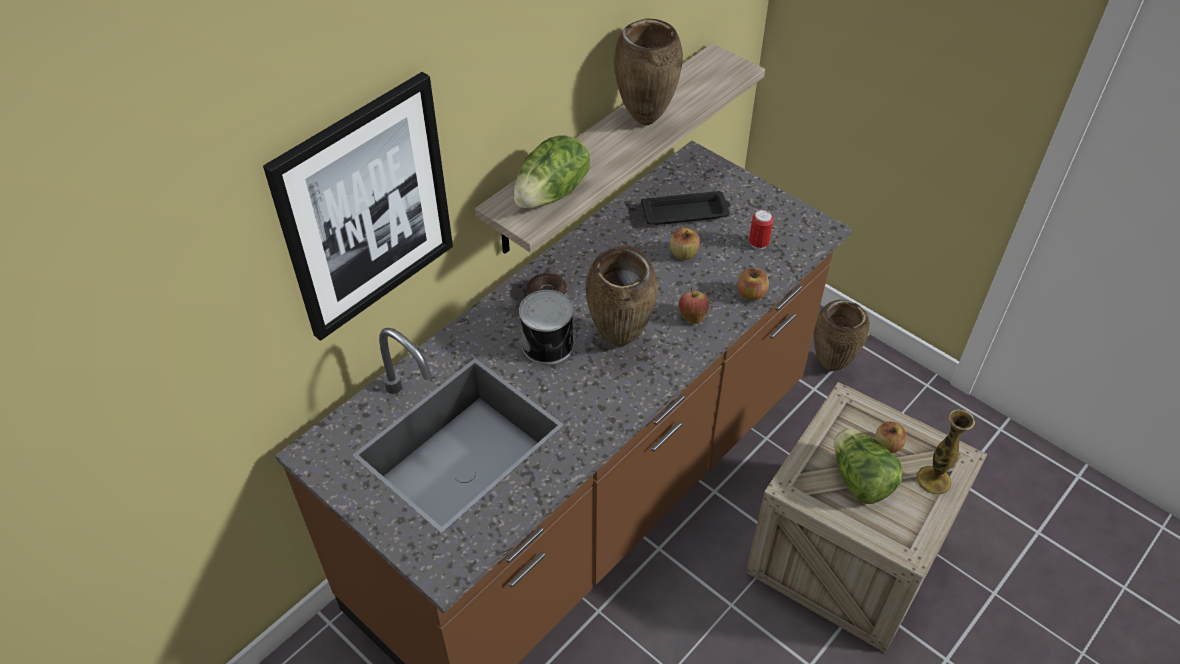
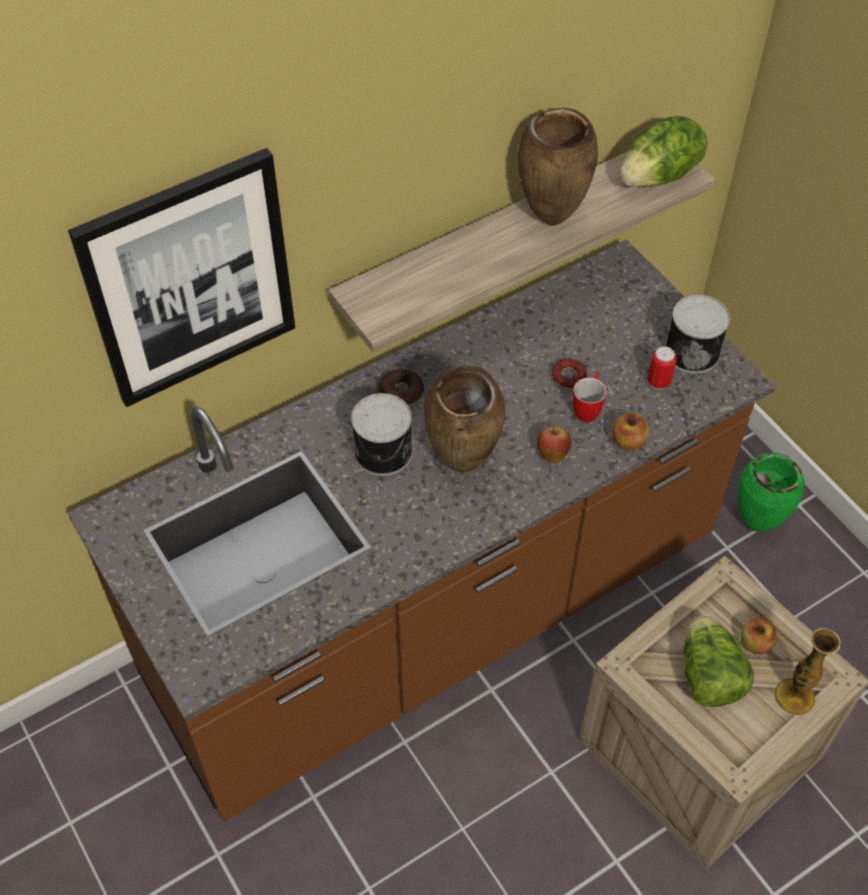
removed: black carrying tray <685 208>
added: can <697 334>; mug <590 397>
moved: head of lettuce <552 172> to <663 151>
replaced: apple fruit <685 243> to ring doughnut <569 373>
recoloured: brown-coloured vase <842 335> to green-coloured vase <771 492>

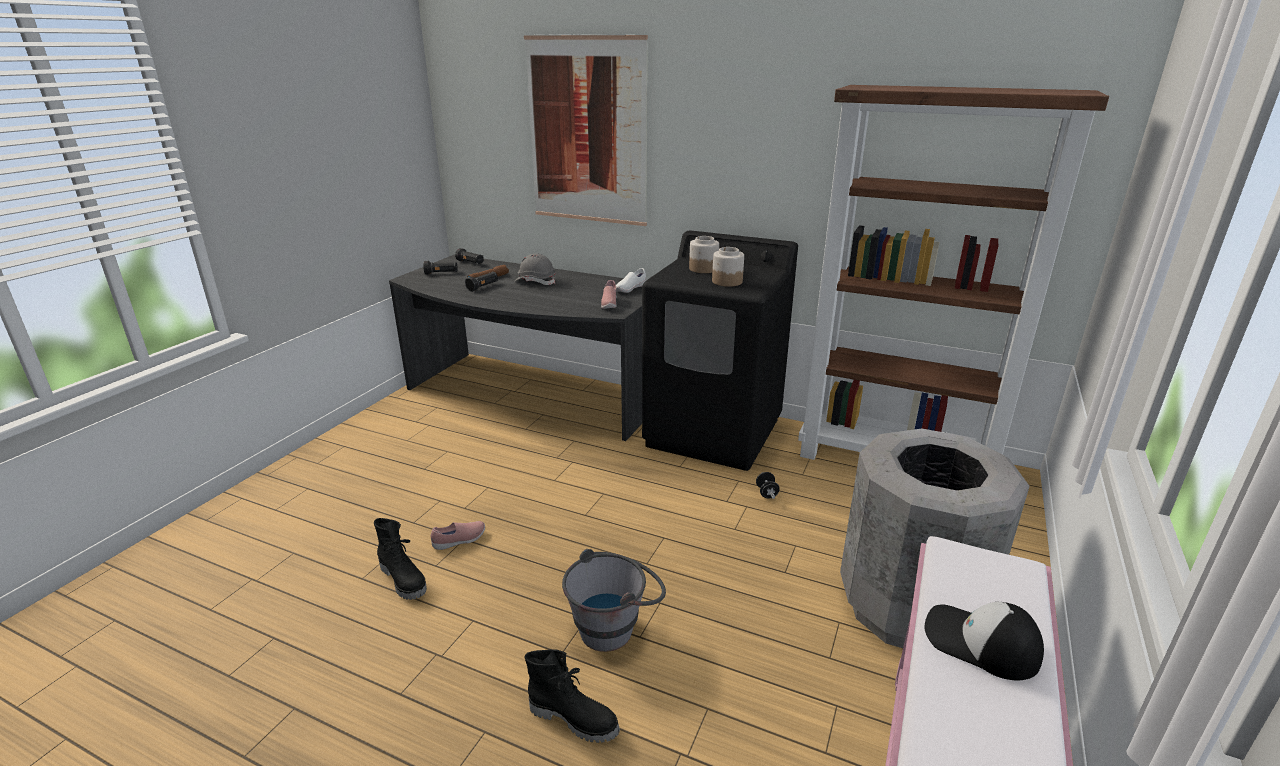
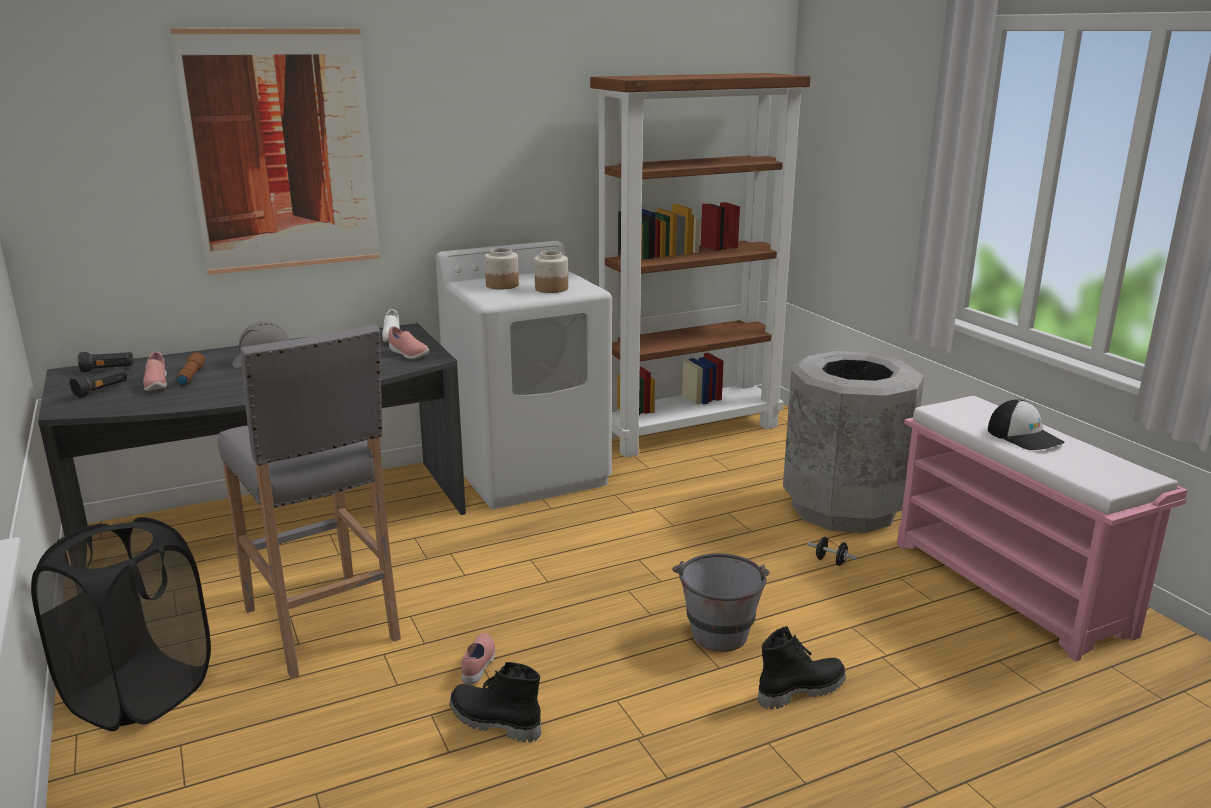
removed: black torch <481 282>
added: gray sitting stool <309 501>; pink-coloured low shoe <155 371>; black washing basket <121 624>
moved: black hand weight <768 485> to <832 551>
recoloured: black washing machine <720 350> to white-coloured washing machine <524 375>
turned: black boot <400 559> = <495 702> 150 degrees counterclockwise; baseball cap <984 641> = <1026 425> 105 degrees counterclockwise

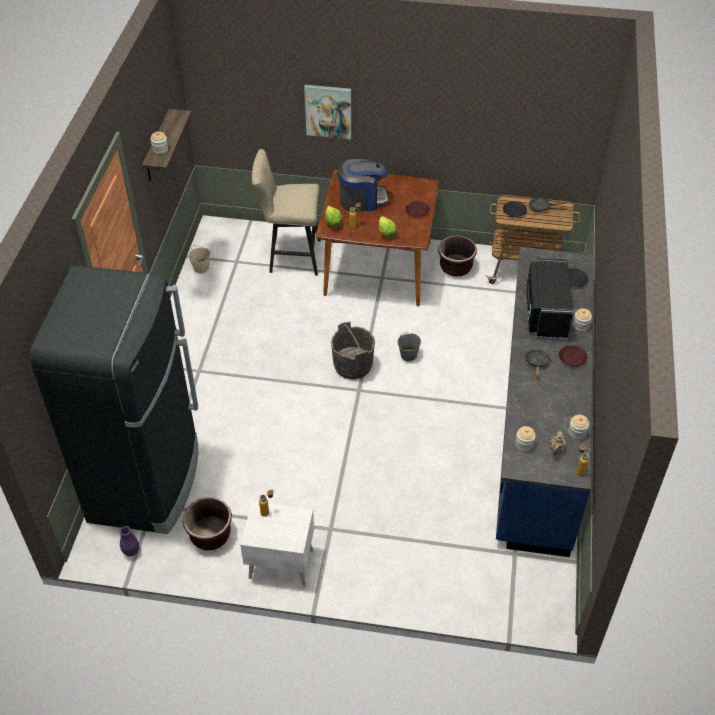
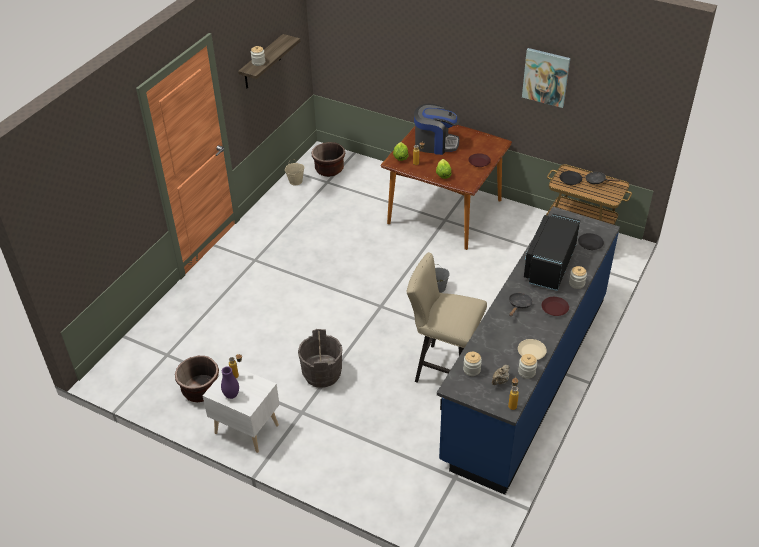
removed: black refrigerator <114 399>
added: beige-coloured plate <532 349>
moved: wall picture <328 112> to <546 78>; beige-coloured sitting stool <286 212> to <447 317>; brown-coloured plant pot <457 256> to <328 159>; gray pail <353 351> to <320 358>; purple vase <129 541> to <230 382>

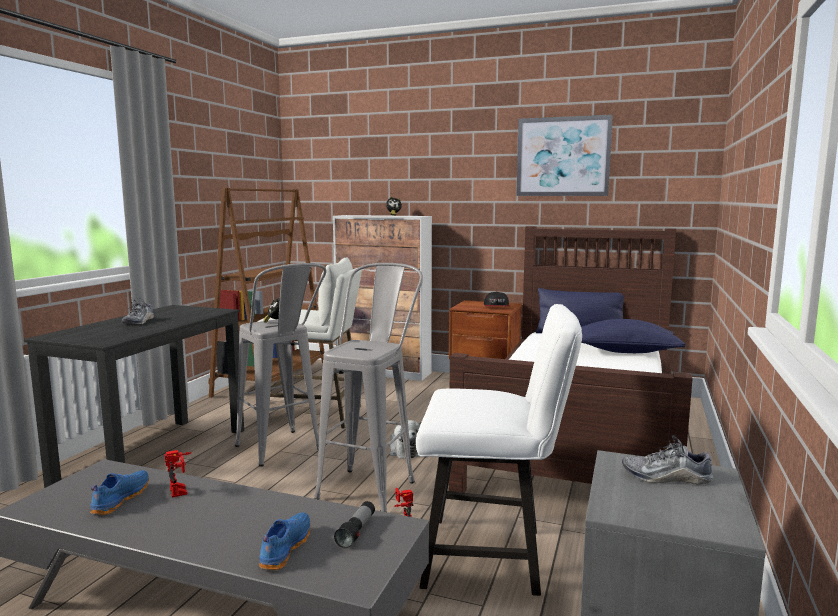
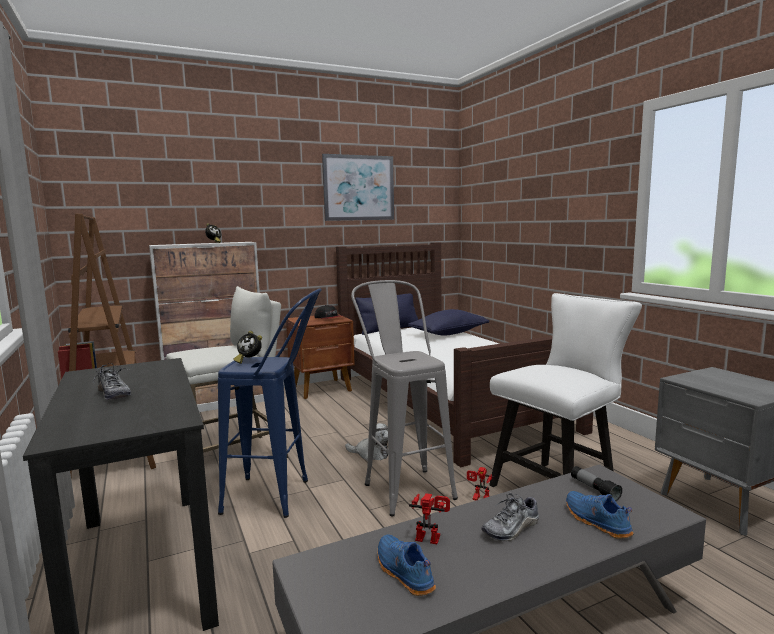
moved: low shoe <668 459> to <510 517>
recoloured: gray sitting stool <281 365> to blue-coloured sitting stool <270 403>

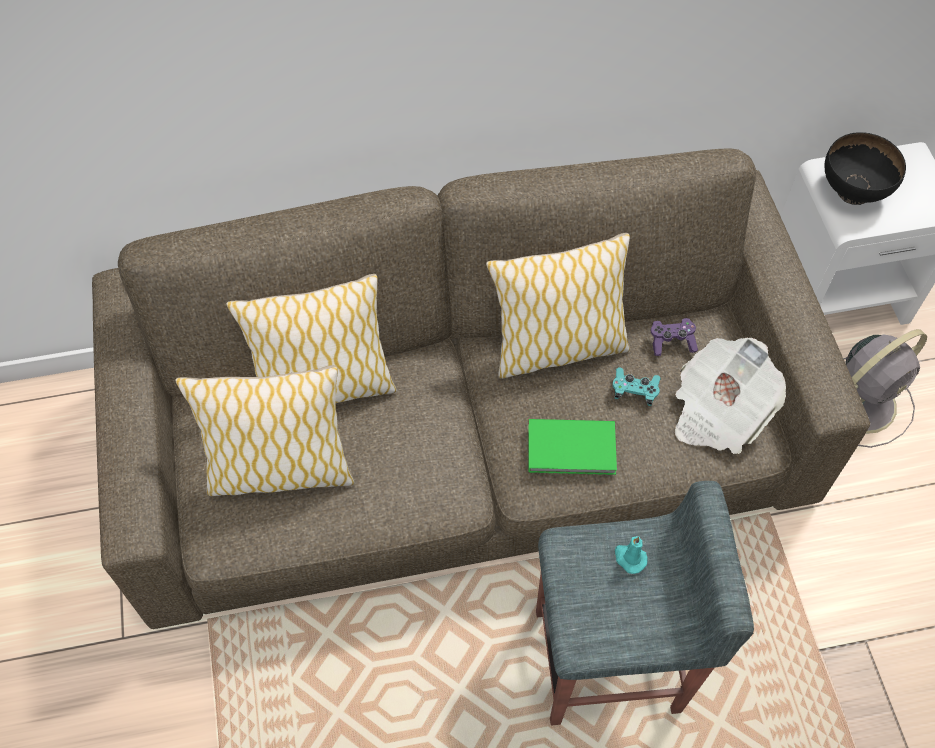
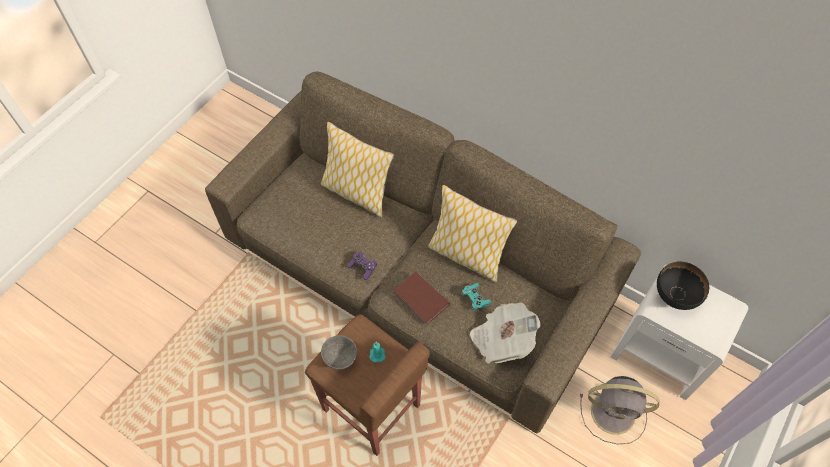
removed: throw pillow <265 430>
added: gray serving bowl <339 352>
moved: purple joypad <674 337> to <362 265>
recoloured: green-coloured book <572 447> to brown-coloured book <421 298>; gray sitting stool <645 603> to brown-coloured sitting stool <367 385>

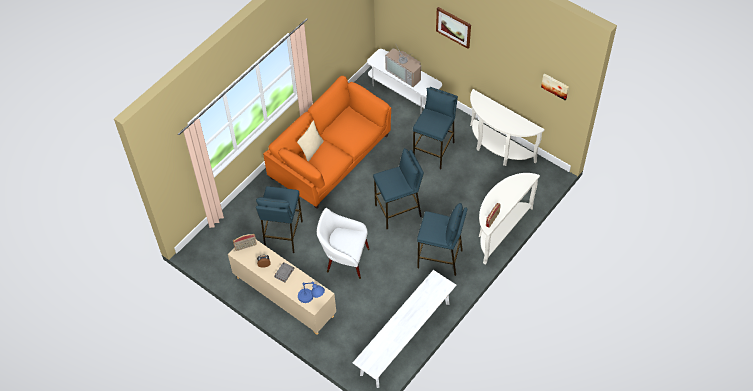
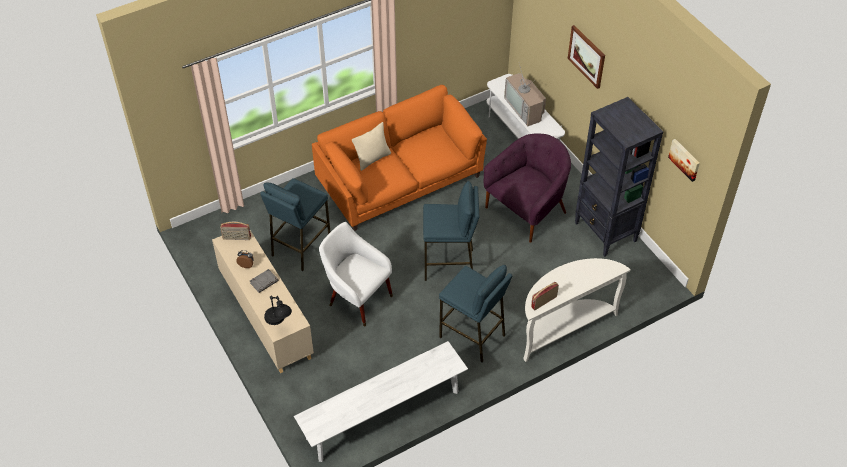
replaced: blue-coloured sitting stool <435 128> to purple lounge chair <527 188>; white-coloured hall table <507 127> to black shelving unit <619 177>
recoloured: blue-coloured table lamp <311 292> to black table lamp <278 310>

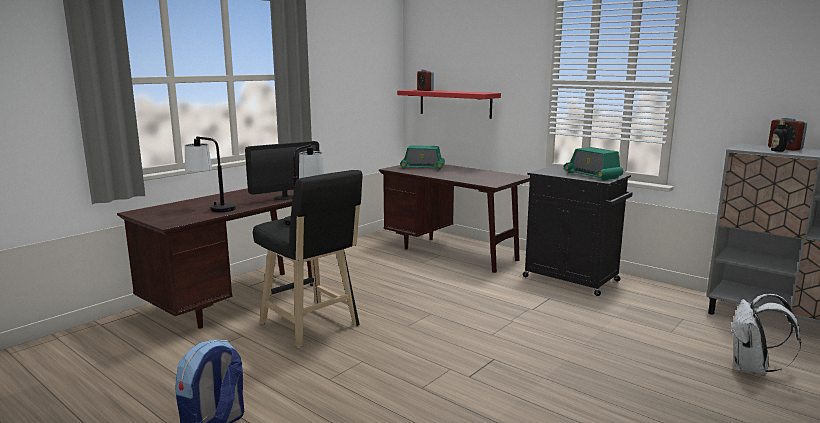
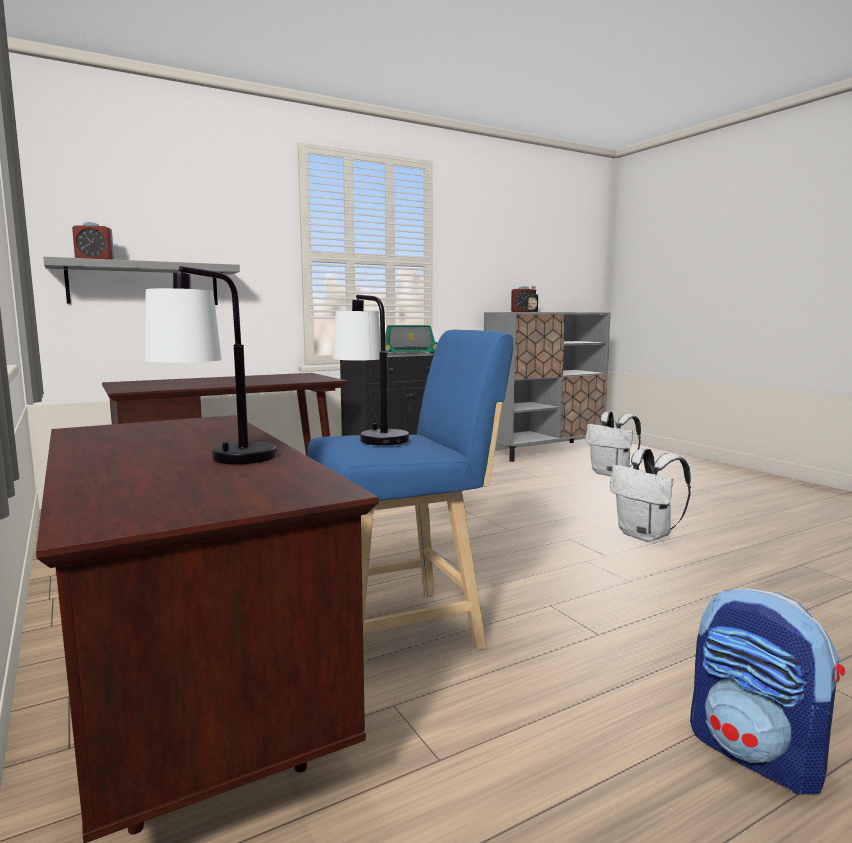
removed: computer display <282 170>; radio receiver <422 157>
added: white-coloured backpack <650 495>
recoloured: red-coloured bracket shelf <449 104> to gray bracket shelf <141 281>; black sitting stool <307 259> to blue-coloured sitting stool <410 490>

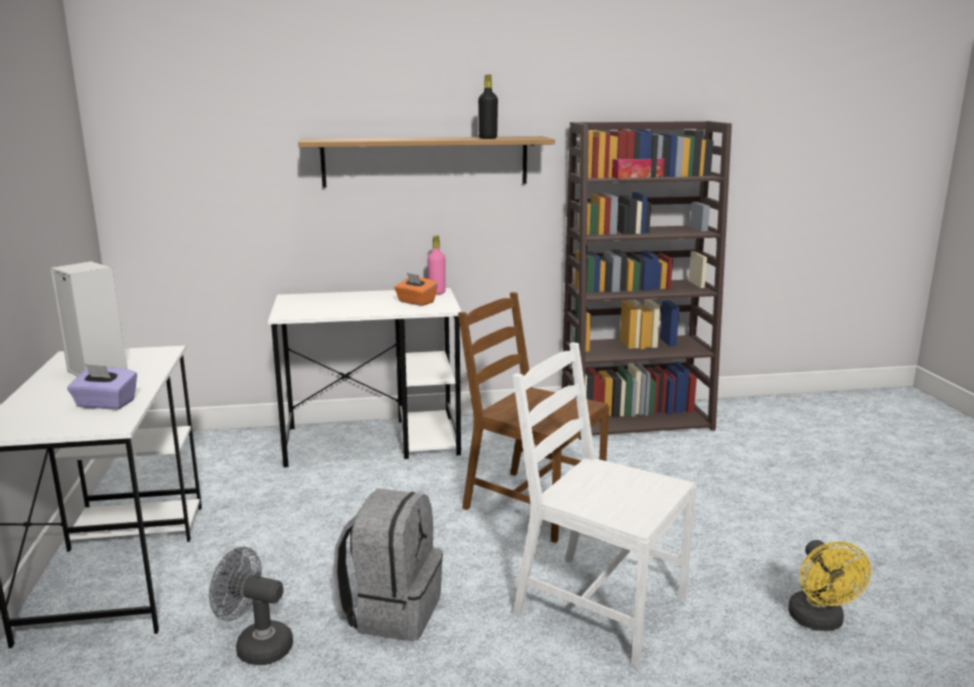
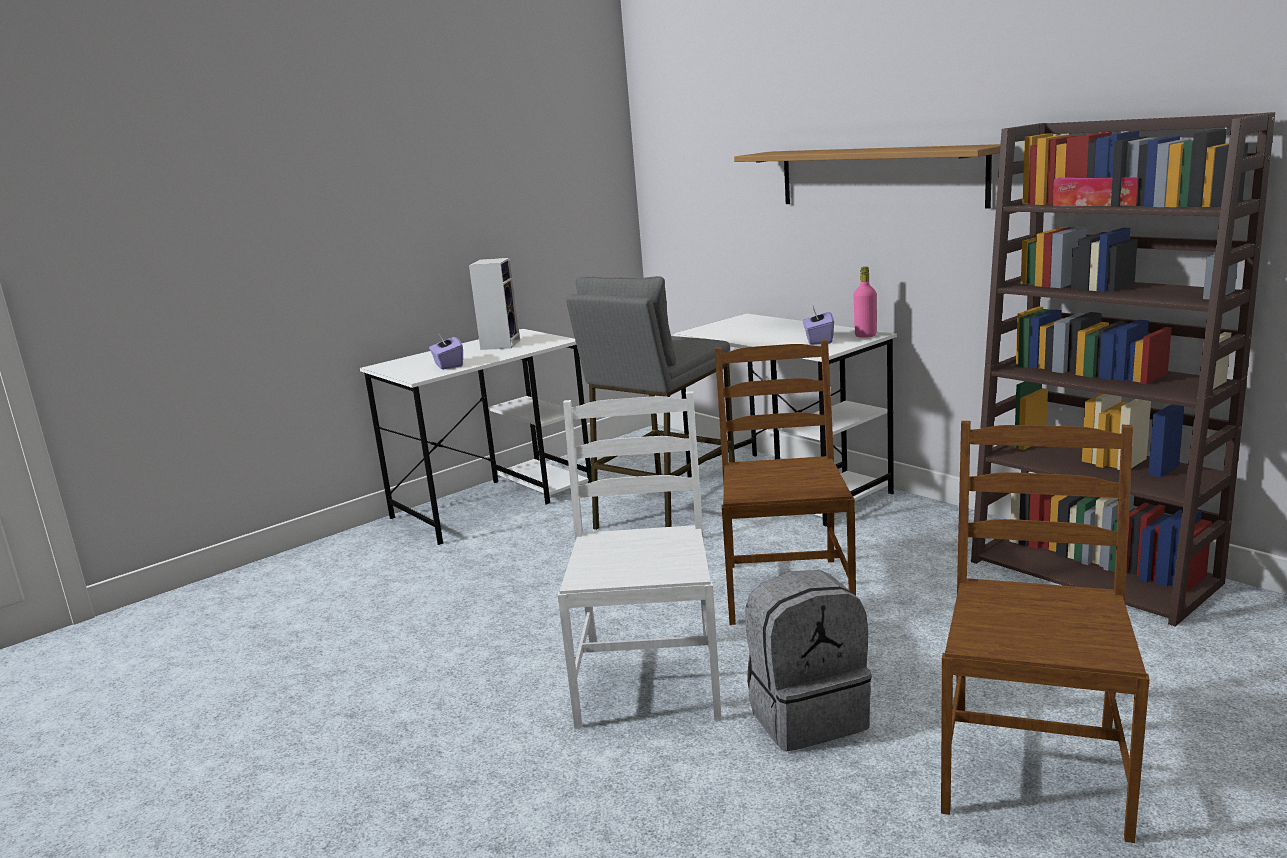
removed: black drink bottle <488 106>; yellow-coloured fan <829 585>; gray fan <251 606>
added: gray sitting stool <650 403>; brown-coloured plain chair <1045 632>
moved: gray backpack <388 564> to <808 660>
recoloured: orange-coloured tissue box <416 289> to purple tissue box <818 325>

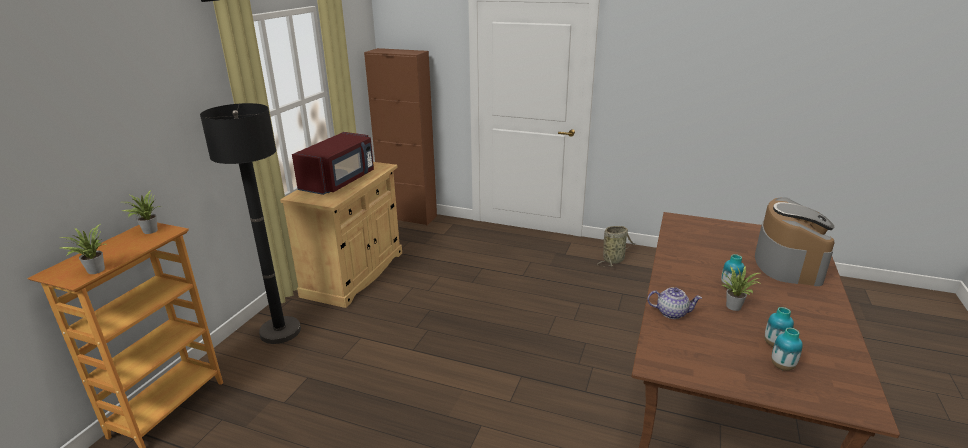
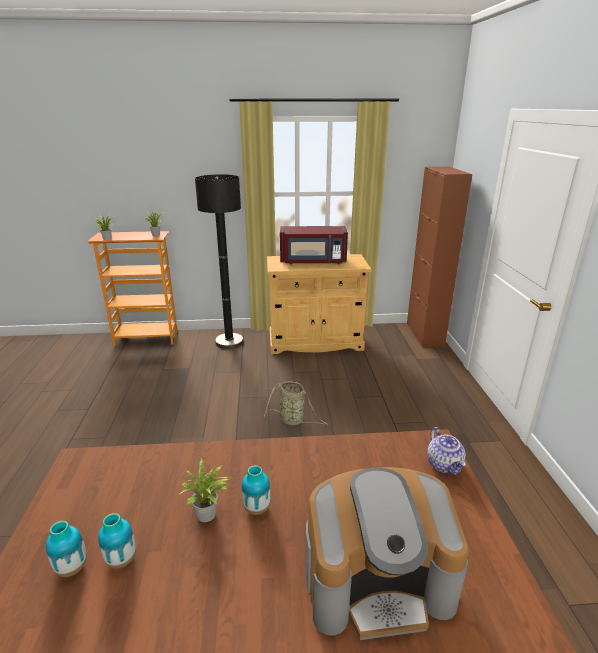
moved: storage basket <616 246> to <296 403>; teapot <674 303> to <446 451>

